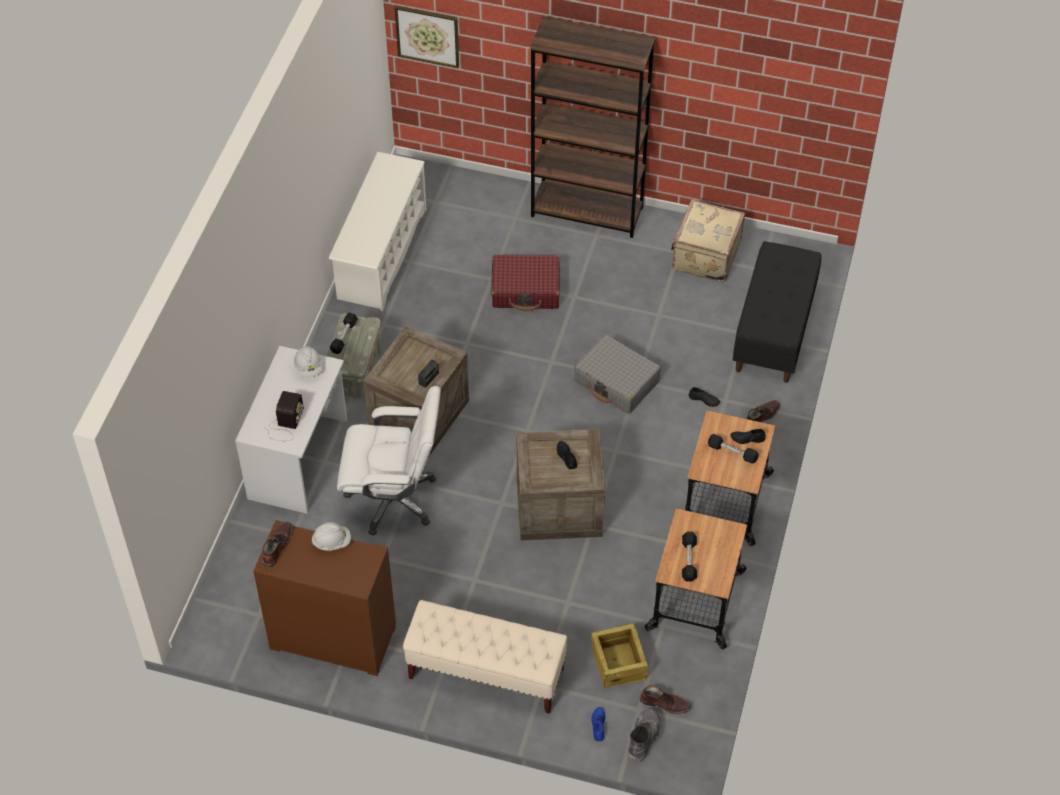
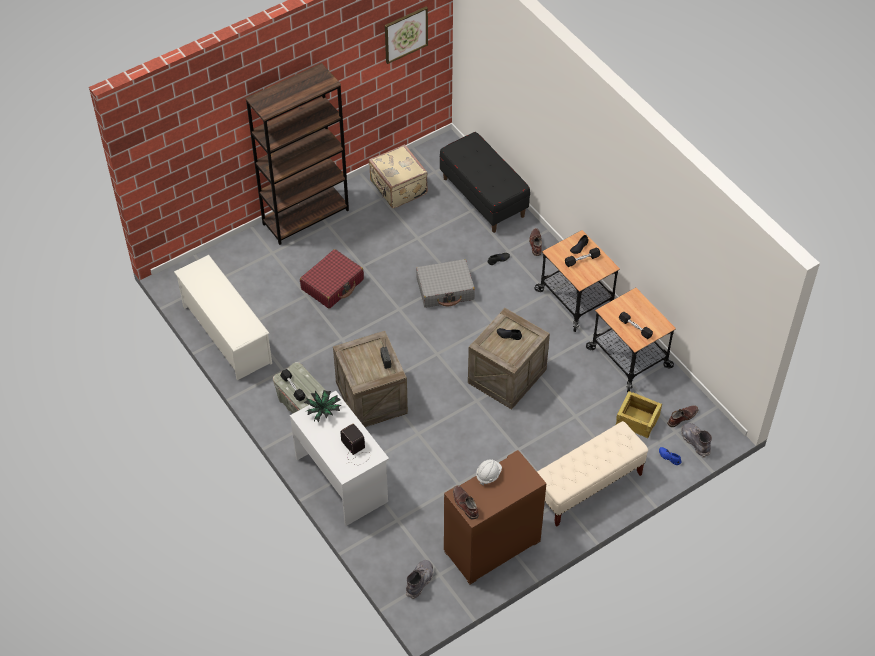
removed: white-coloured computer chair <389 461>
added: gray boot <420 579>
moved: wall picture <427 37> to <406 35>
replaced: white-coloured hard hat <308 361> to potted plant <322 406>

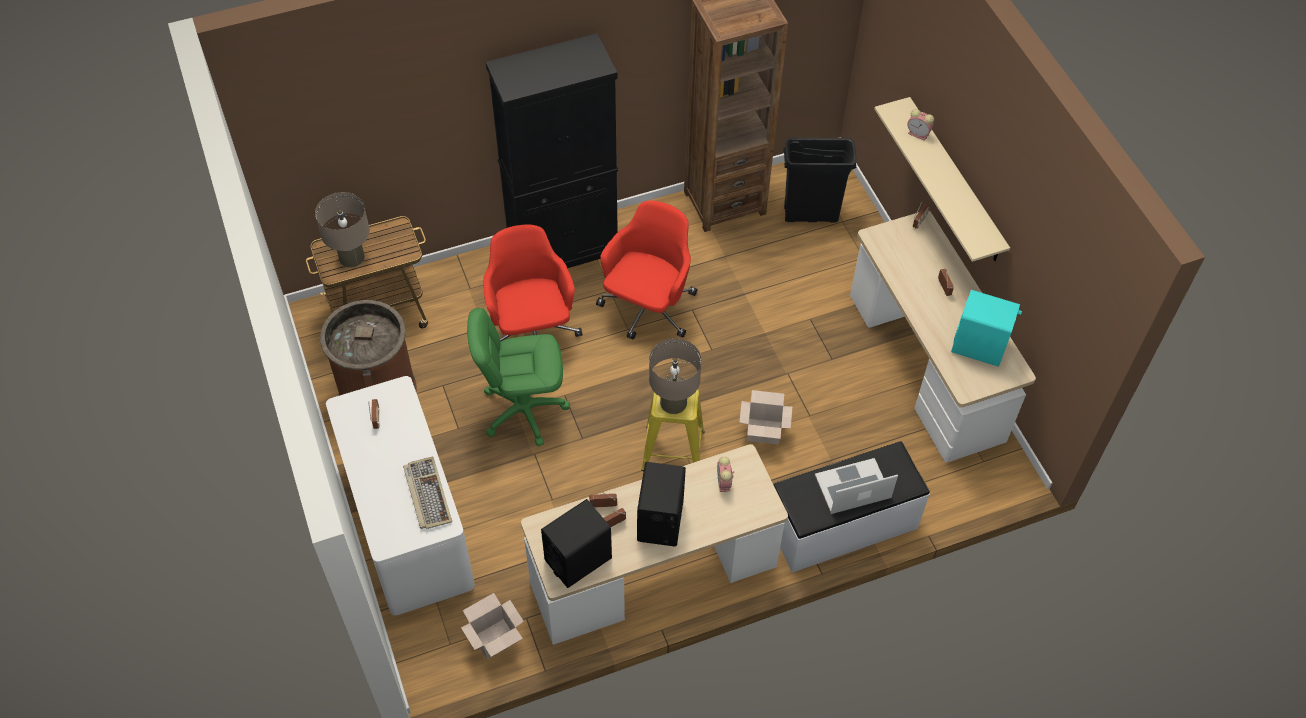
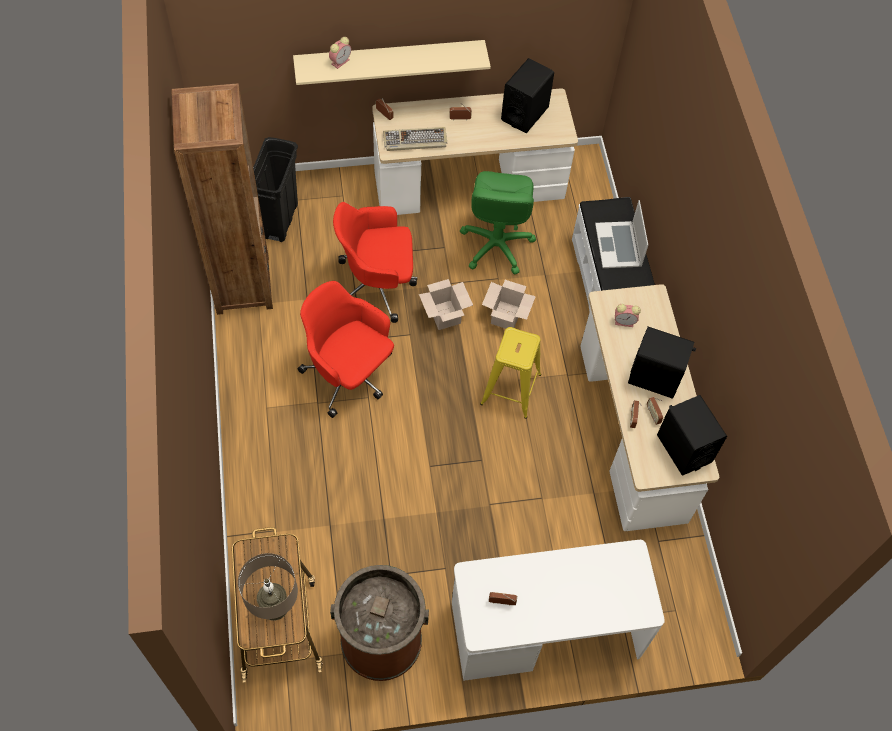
removed: black storage cabinet <552 150>; beige-coloured table lamp <675 376>
moved: red-coloured computer chair <532 282> to <375 262>; green-coloured computer chair <518 377> to <498 222>; PC keyboard <427 492> to <415 139>; packing box <492 626> to <446 304>
recoloured: turquoise loudspeaker <986 328> to black loudspeaker <527 95>

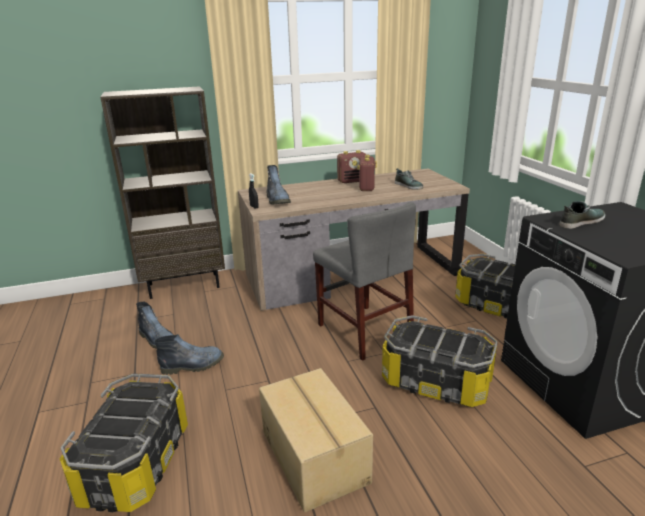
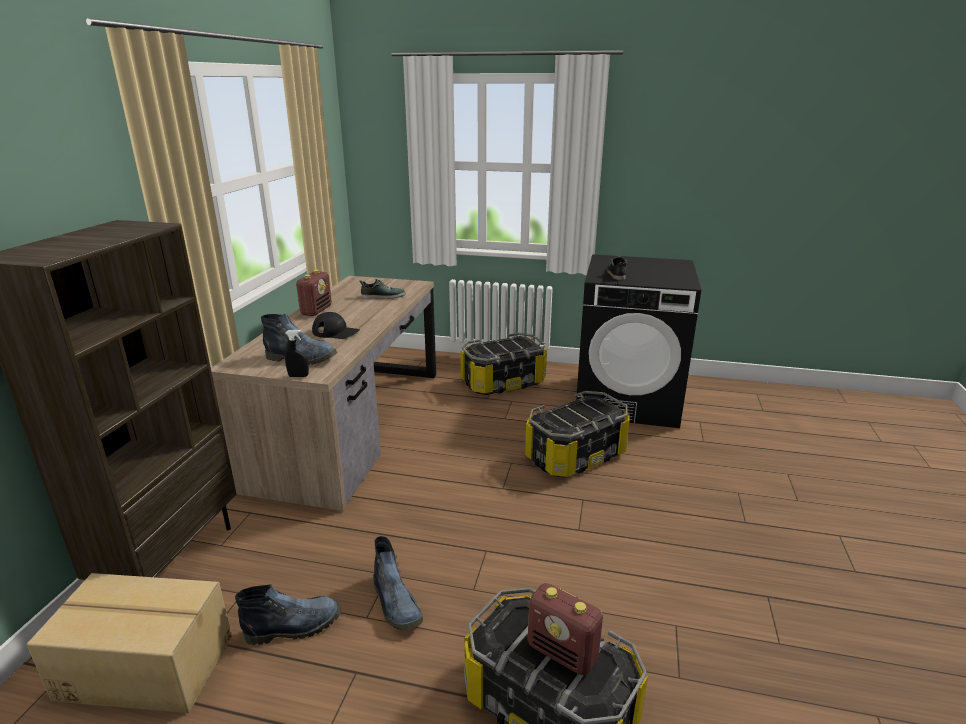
removed: gray plain chair <364 281>
added: black baseball cap <336 325>
moved: radio receiver <367 173> to <565 629>; packing box <316 440> to <129 643>
turned: boot <189 354> = <398 583> 135 degrees clockwise

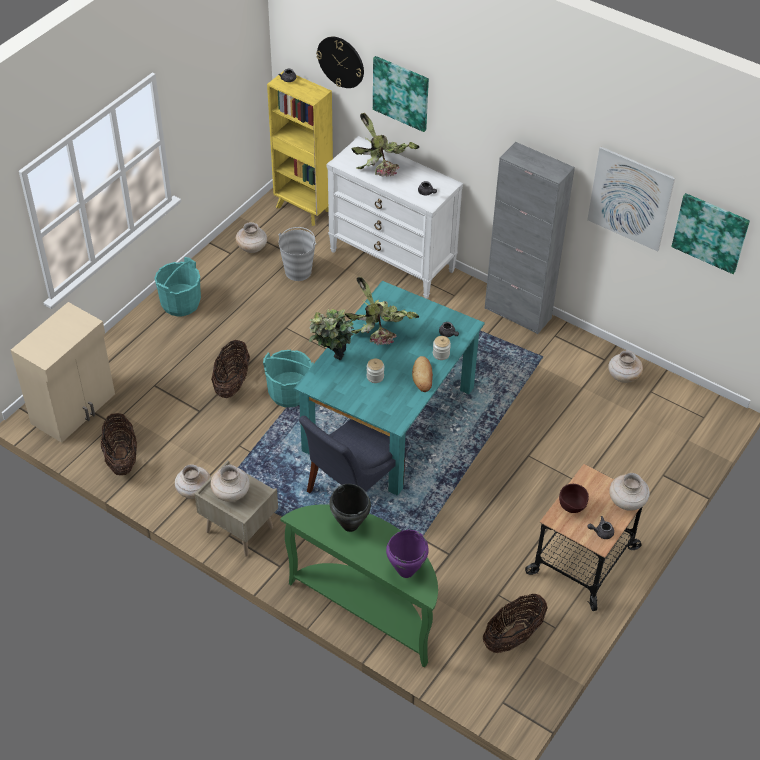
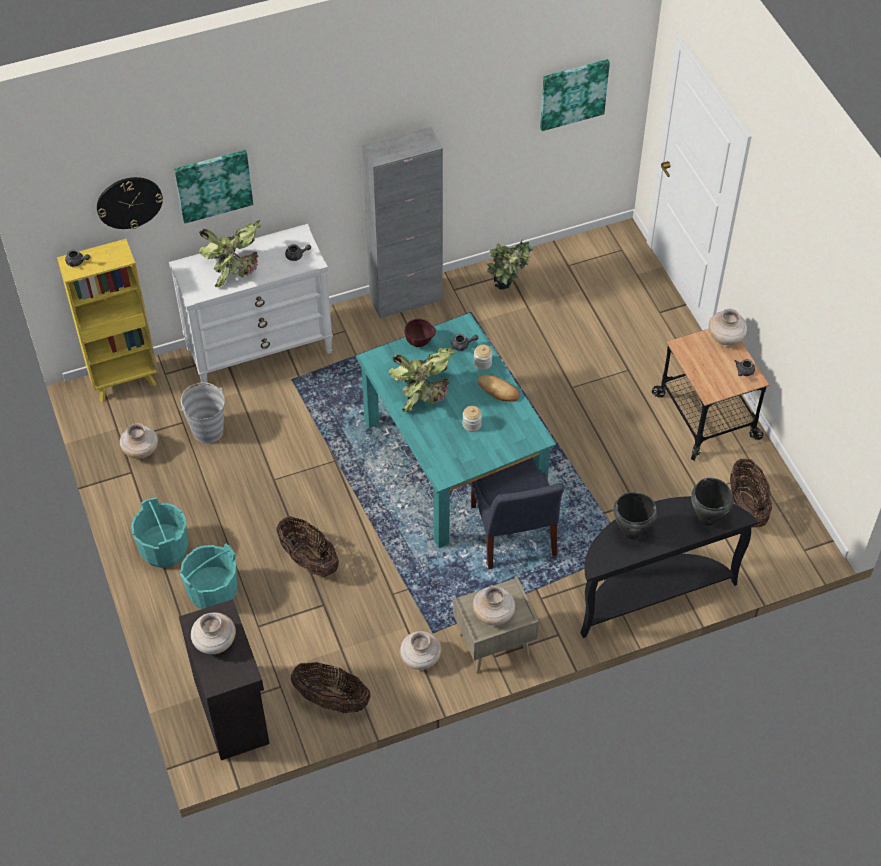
removed: wall picture <631 199>
moved: potted plant <332 335> to <510 264>; turquoise pail <288 378> to <208 576>; beige-coloured vase <625 366> to <213 633>; brown-coloured serving bowl <574 498> to <420 333>
recoloured: beige-coloured storage cabinet <63 372> to black storage cabinet <224 679>; green-coloured hall table <359 586> to black hall table <669 567>; purple saucepot <407 554> to black saucepot <712 502>

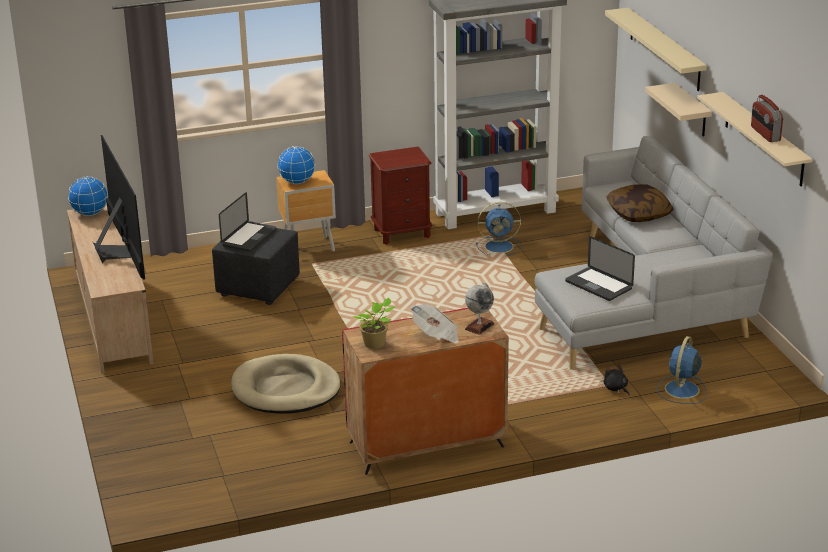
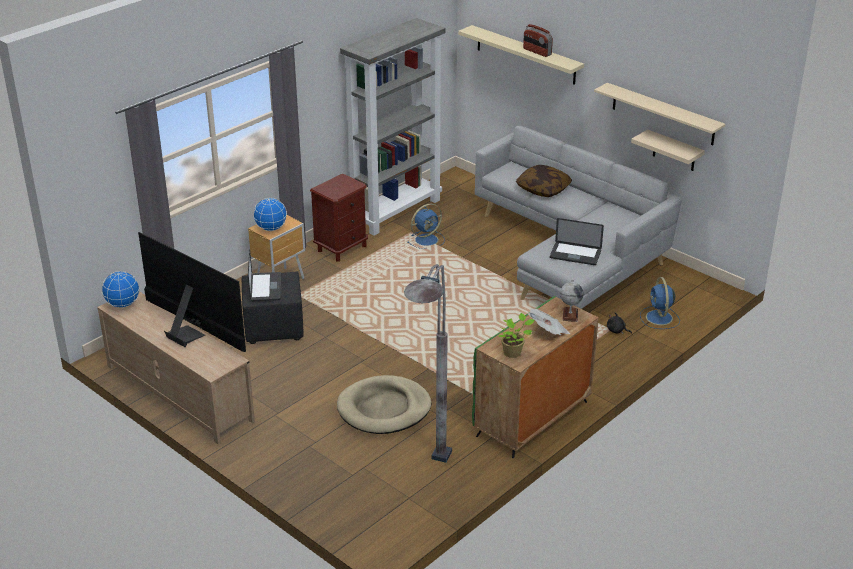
added: gray floor lamp <428 363>
moved: beige-coloured bracket shelf <678 110> to <668 150>; radio receiver <767 118> to <538 40>
recoloured: red-coloured storage cabinet <425 391> to green-coloured storage cabinet <535 377>

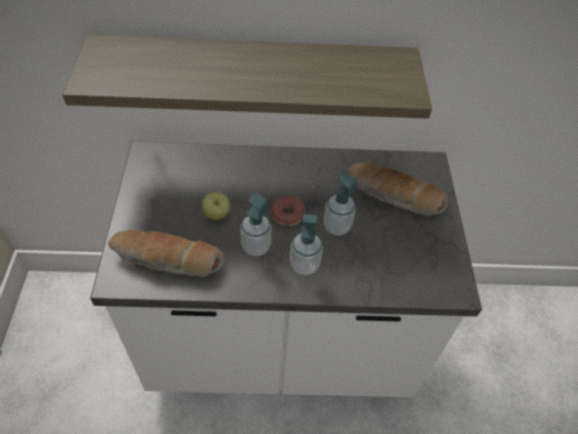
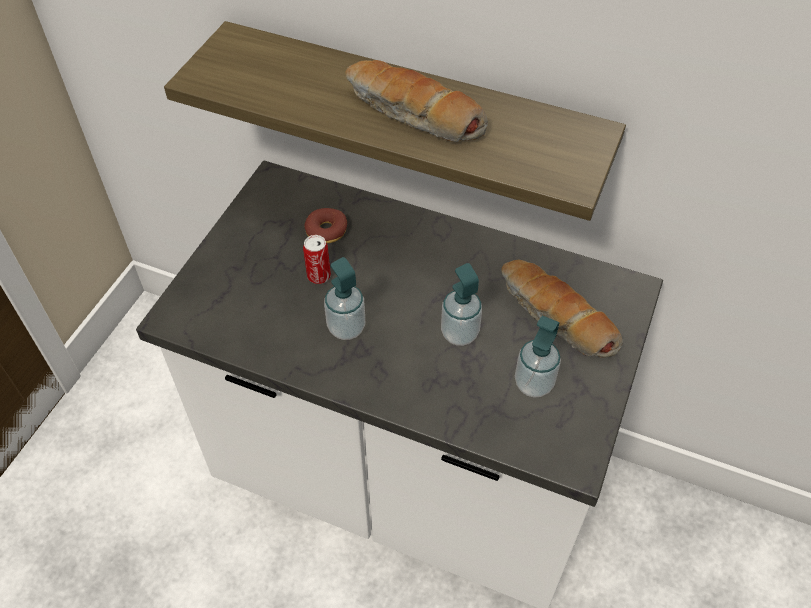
moved: ring doughnut <288 211> to <325 225>; liquid soap bottle <306 244> to <538 356>; bakery bread <166 253> to <417 101>
replaced: apple fruit <216 206> to can <317 259>

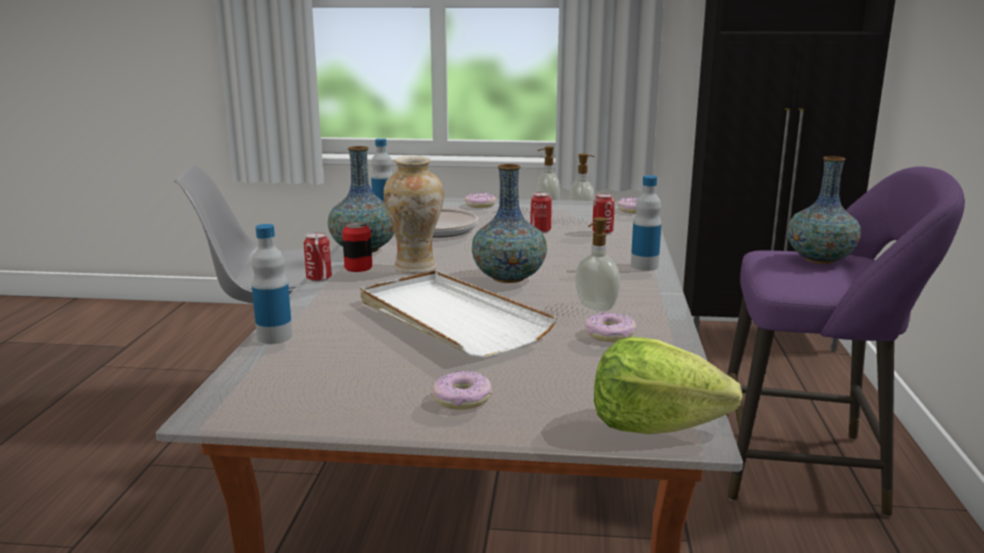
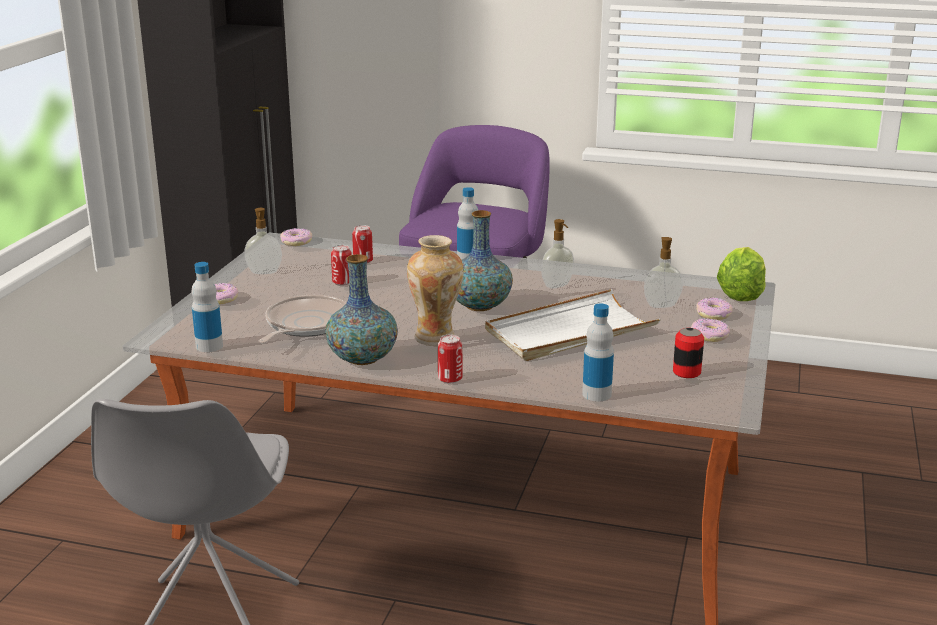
removed: vase <824 210>
moved: liquid soap bottle <582 188> to <663 272>; can <357 247> to <688 353>; ring doughnut <610 327> to <714 308>

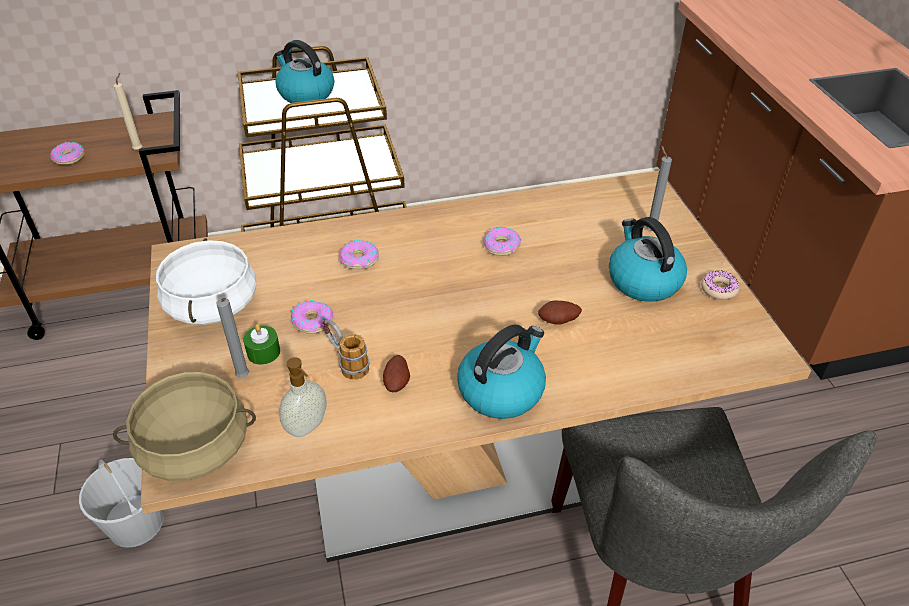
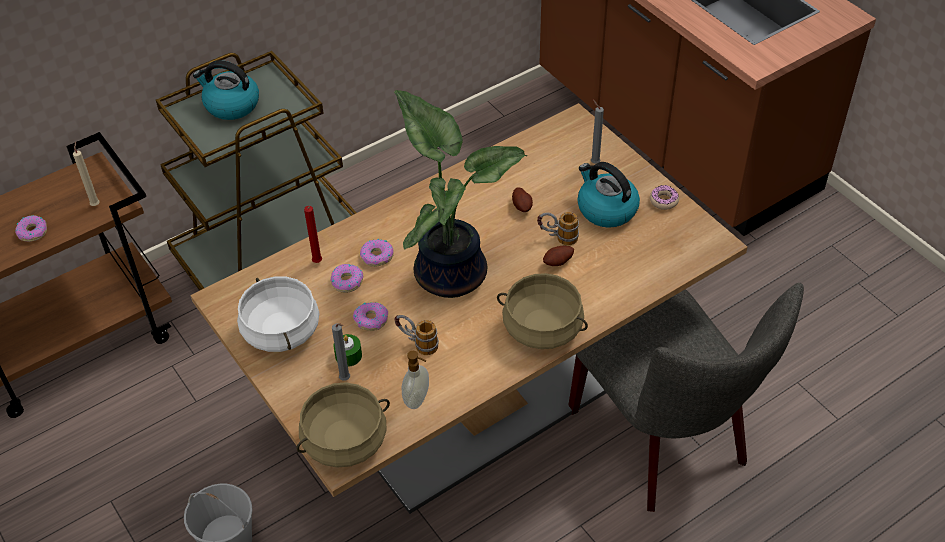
added: potted plant <461 194>; red-coloured wax light <313 234>; mug <558 228>
moved: ring doughnut <502 241> to <347 278>; whole potato <396 373> to <522 199>
replaced: kettle <501 372> to beige-coloured saucepot <542 311>

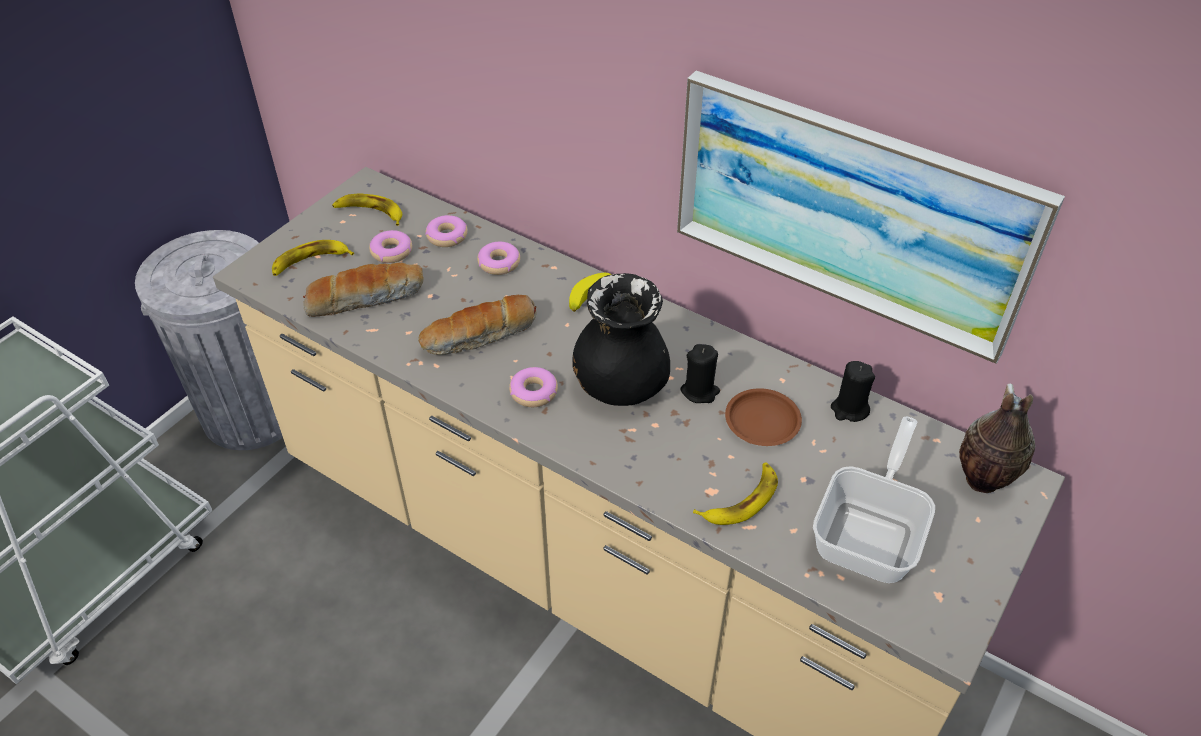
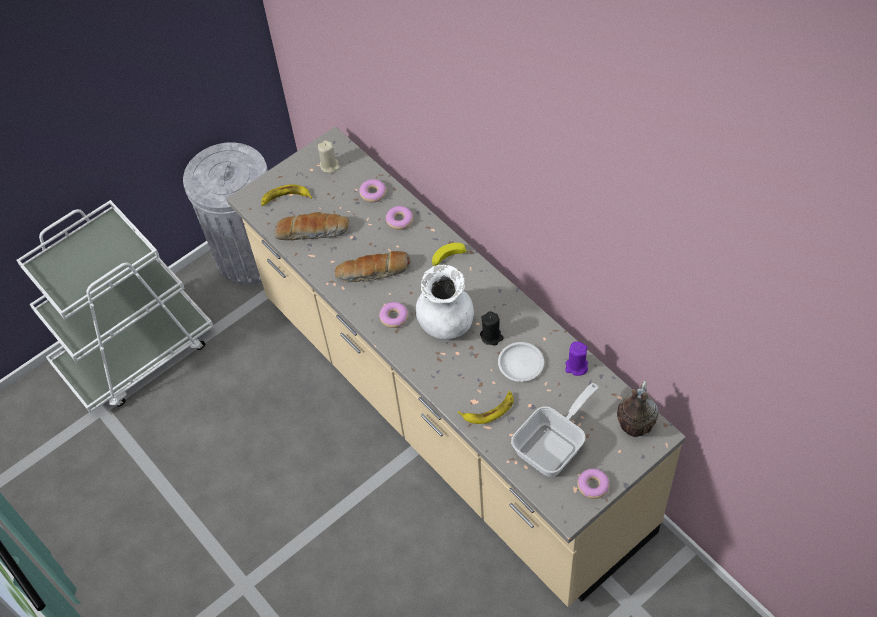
removed: wall picture <871 217>
moved: ring doughnut <390 246> to <593 484>
replaced: whole banana <367 210> to beige-coloured wax light <329 156>
recoloured: black vase <621 339> to white-coloured vase <444 302>; black wax light <853 391> to purple wax light <576 358>; brown-coloured plate <763 417> to white-coloured plate <521 362>

